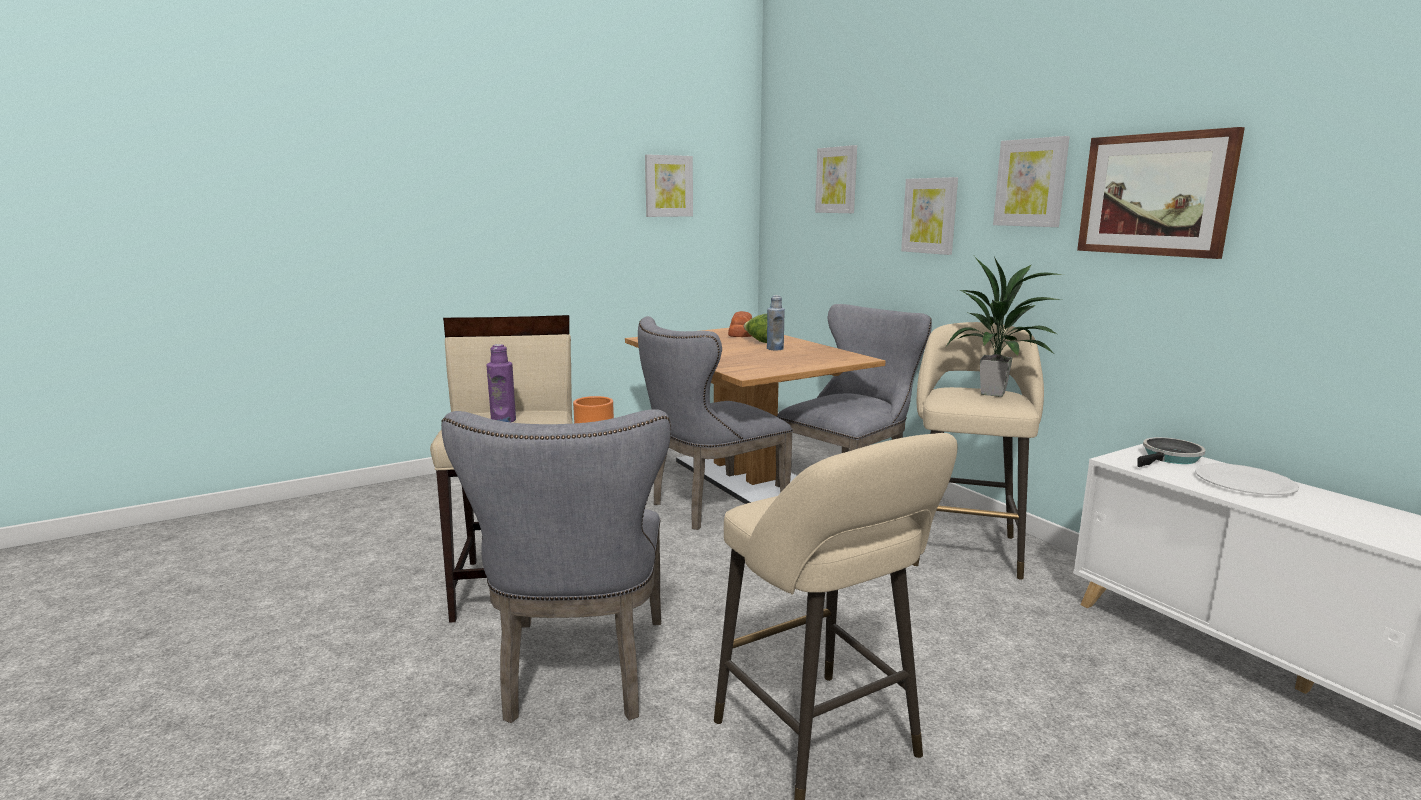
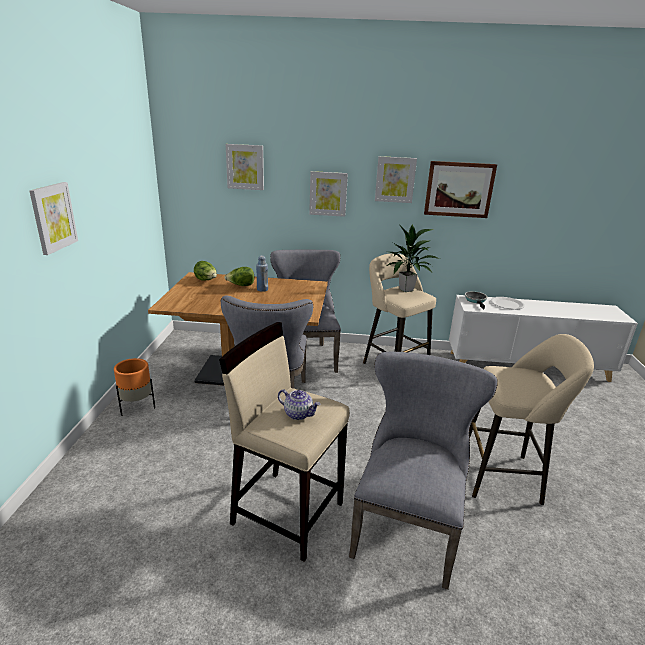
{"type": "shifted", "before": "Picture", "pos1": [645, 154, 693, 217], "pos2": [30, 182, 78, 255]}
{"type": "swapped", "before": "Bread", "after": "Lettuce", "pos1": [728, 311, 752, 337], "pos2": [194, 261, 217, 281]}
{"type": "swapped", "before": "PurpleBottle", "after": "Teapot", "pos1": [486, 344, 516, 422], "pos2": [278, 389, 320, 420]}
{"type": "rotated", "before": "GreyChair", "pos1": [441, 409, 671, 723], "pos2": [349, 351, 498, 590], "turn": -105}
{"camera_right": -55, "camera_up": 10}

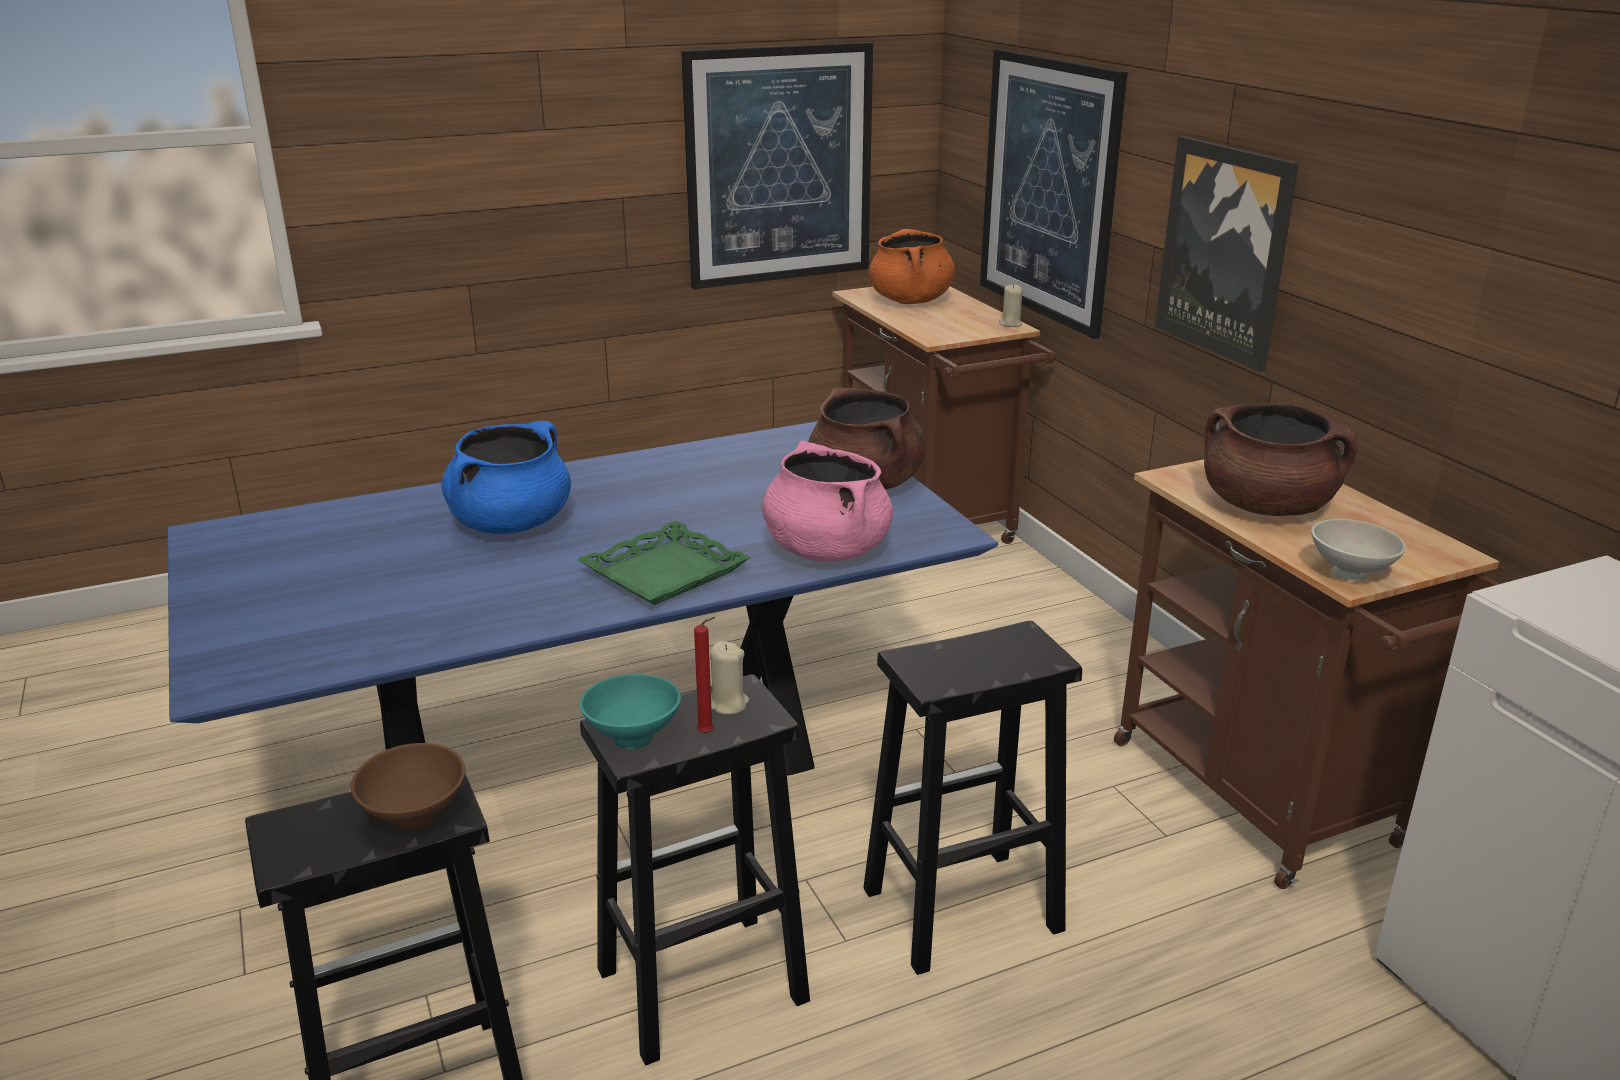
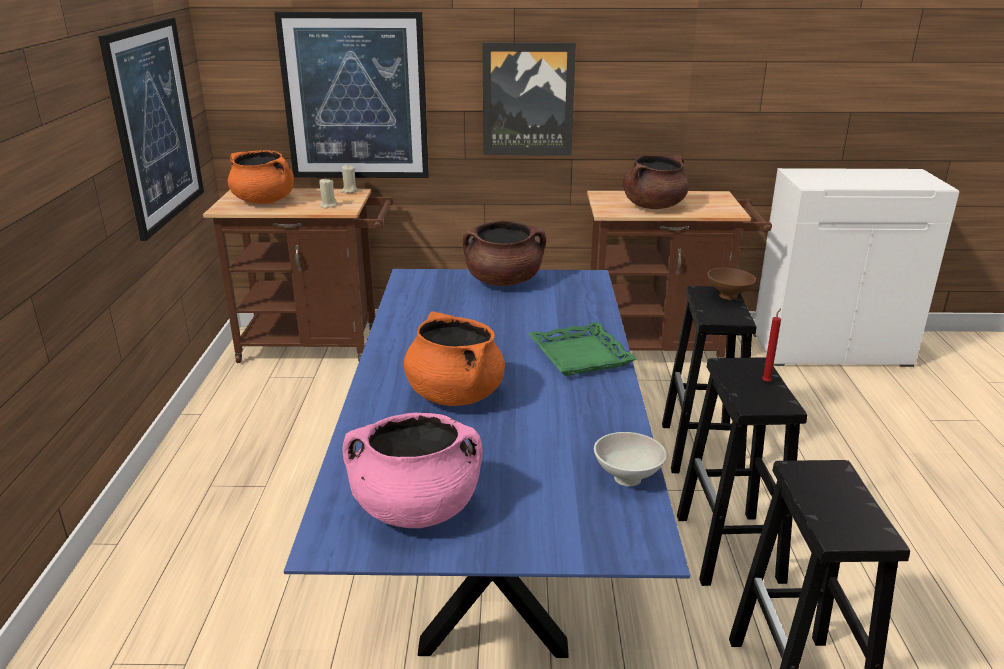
{"type": "repainted", "before": "BlueCookingPot", "after": "OrangeCookingPot", "pos1": [441, 421, 571, 534], "pos2": [404, 311, 505, 406]}
{"type": "shifted", "before": "PinkCookingPot", "pos1": [762, 441, 893, 561], "pos2": [343, 413, 482, 528]}
{"type": "shifted", "before": "WhiteBowl", "pos1": [1311, 519, 1406, 582], "pos2": [594, 432, 667, 486]}
{"type": "shifted", "before": "BeigeCandle", "pos1": [710, 641, 749, 715], "pos2": [319, 179, 337, 208]}
{"type": "gone", "before": "TurquoiseBowl", "pos1": [579, 674, 681, 749]}
{"type": "shifted", "before": "BrownBowl", "pos1": [351, 743, 465, 830], "pos2": [707, 268, 756, 300]}
{"camera_right": -65, "camera_up": 0}

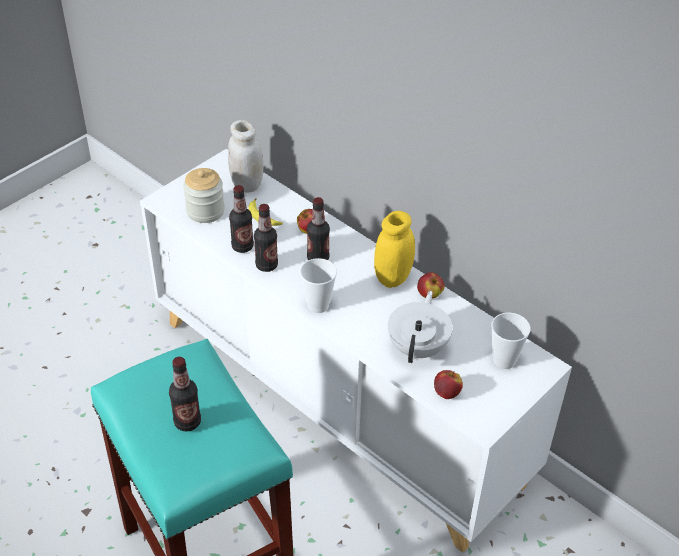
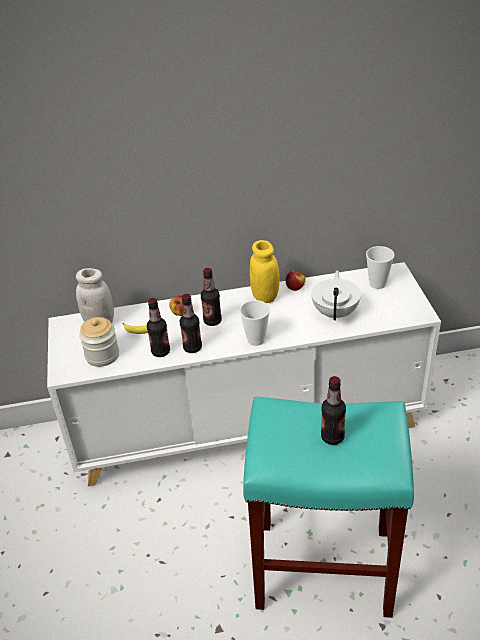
{"type": "rotated", "before": "WhiteTeapot", "pos1": [388, 291, 453, 363], "pos2": [311, 270, 361, 321], "turn": 45}
{"type": "gone", "before": "Apple", "pos1": [434, 370, 463, 399]}
{"camera_right": -50, "camera_up": -5}

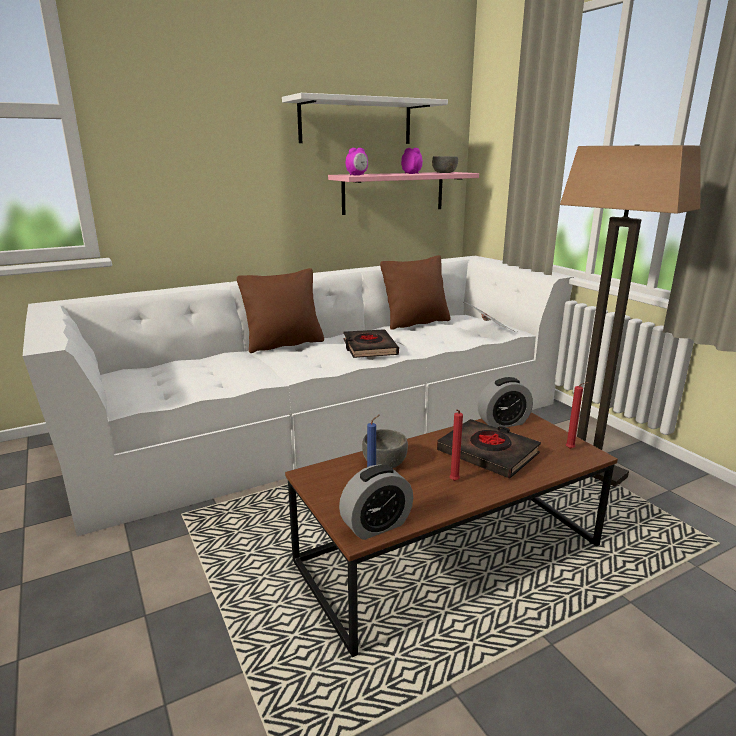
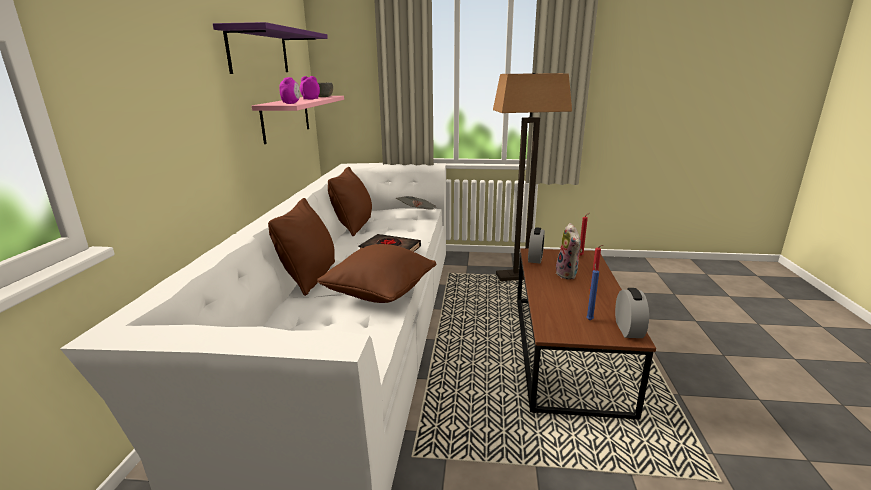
{"type": "repainted", "before": "WhiteShelf", "after": "PurpleShelf", "pos1": [282, 93, 448, 144], "pos2": [213, 22, 328, 74]}
{"type": "swapped", "before": "BlackBook", "after": "PlushToy", "pos1": [437, 419, 541, 479], "pos2": [556, 223, 582, 280]}
{"type": "gone", "before": "GreyBowl", "pos1": [362, 429, 408, 468]}
{"type": "new", "after": "BrownPillow", "pos2": [317, 244, 436, 303]}
{"camera_right": -55, "camera_up": 0}

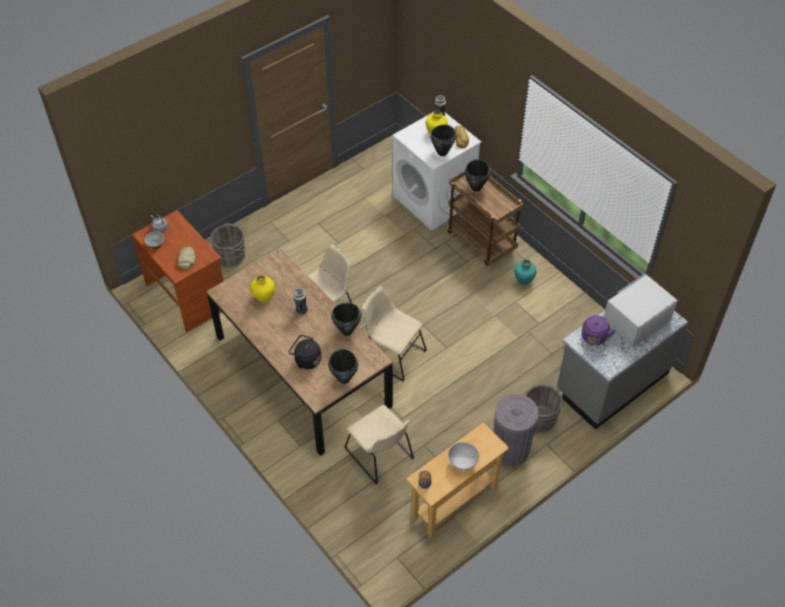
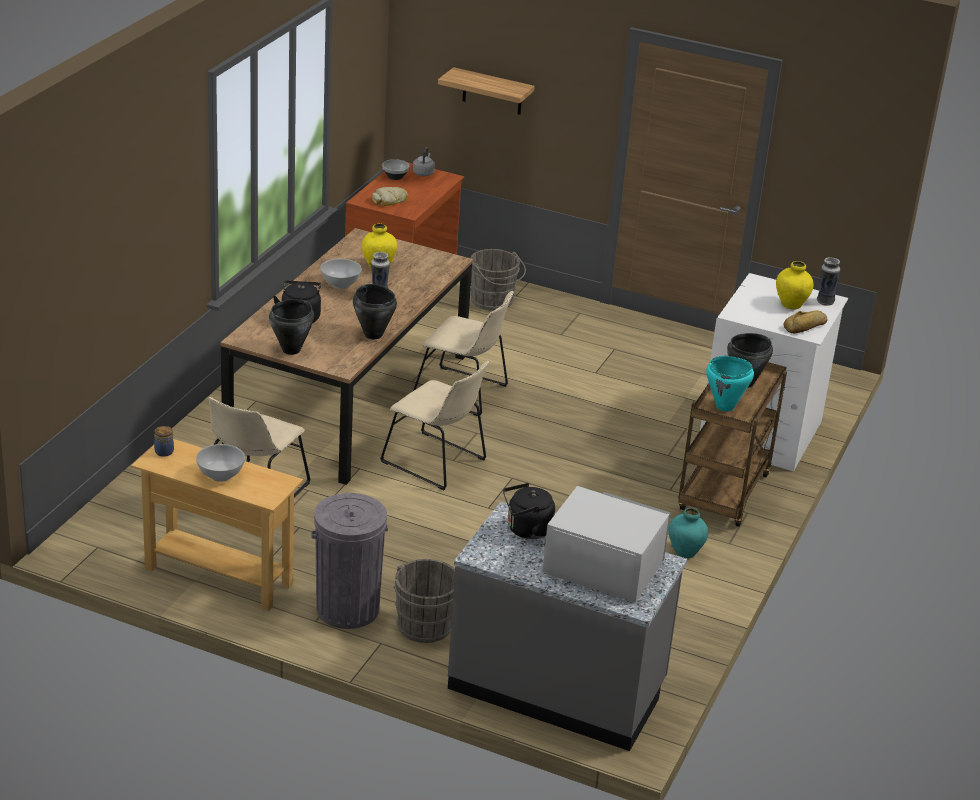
{"type": "gone", "before": "BlackCookingPot", "pos1": [430, 125, 456, 156]}
{"type": "rotated", "before": "BeigeChair", "pos1": [362, 286, 427, 381], "pos2": [380, 361, 489, 490], "turn": 120}
{"type": "repainted", "before": "PurpleKettle", "after": "BlackKettle", "pos1": [581, 315, 616, 345], "pos2": [503, 483, 555, 539]}
{"type": "new", "after": "Shelf", "pos2": [438, 67, 535, 115]}
{"type": "new", "after": "WhiteBowl", "pos2": [320, 259, 362, 289]}
{"type": "new", "after": "TurquoiseCookingPot", "pos2": [706, 356, 754, 412]}
{"camera_right": 60, "camera_up": -20}

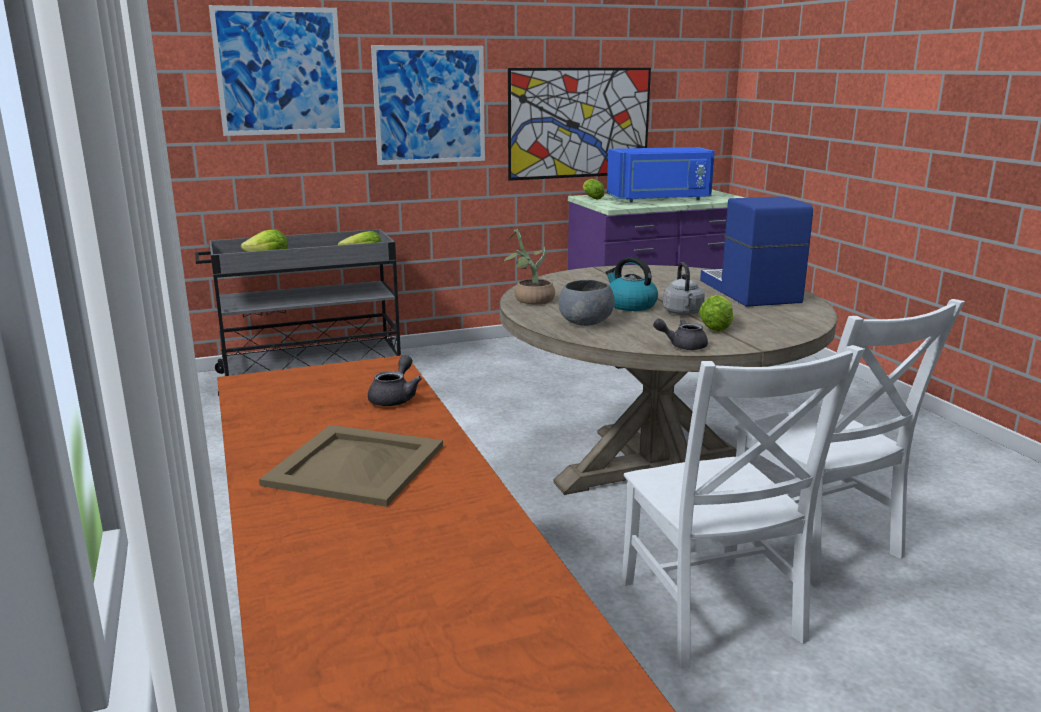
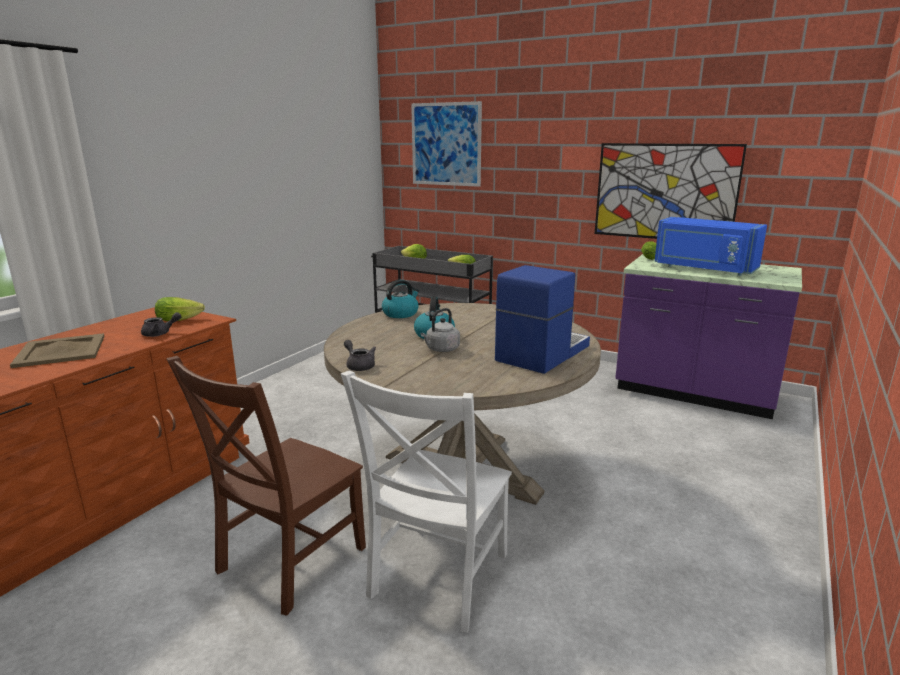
{"type": "gone", "before": "Picture", "pos1": [371, 45, 485, 165]}
{"type": "swapped", "before": "PottedPlant", "after": "Kettle", "pos1": [503, 229, 555, 305], "pos2": [382, 280, 419, 318]}
{"type": "gone", "before": "GreyBowl", "pos1": [559, 280, 614, 326]}
{"type": "shifted", "before": "Lettuce", "pos1": [698, 295, 734, 331], "pos2": [155, 297, 205, 321]}
{"type": "repainted", "before": "WhiteChair", "after": "BrownChair", "pos1": [622, 345, 865, 668], "pos2": [166, 356, 366, 616]}
{"camera_right": 50, "camera_up": 0}

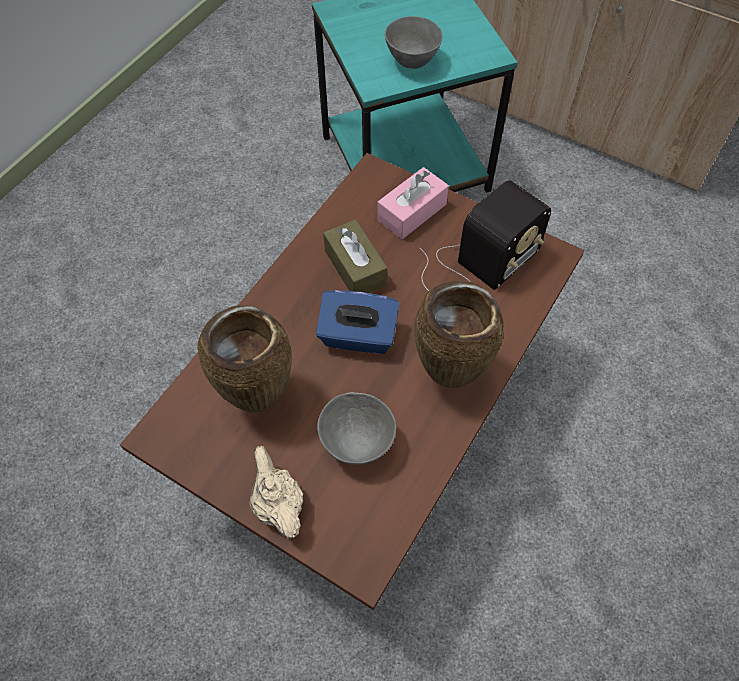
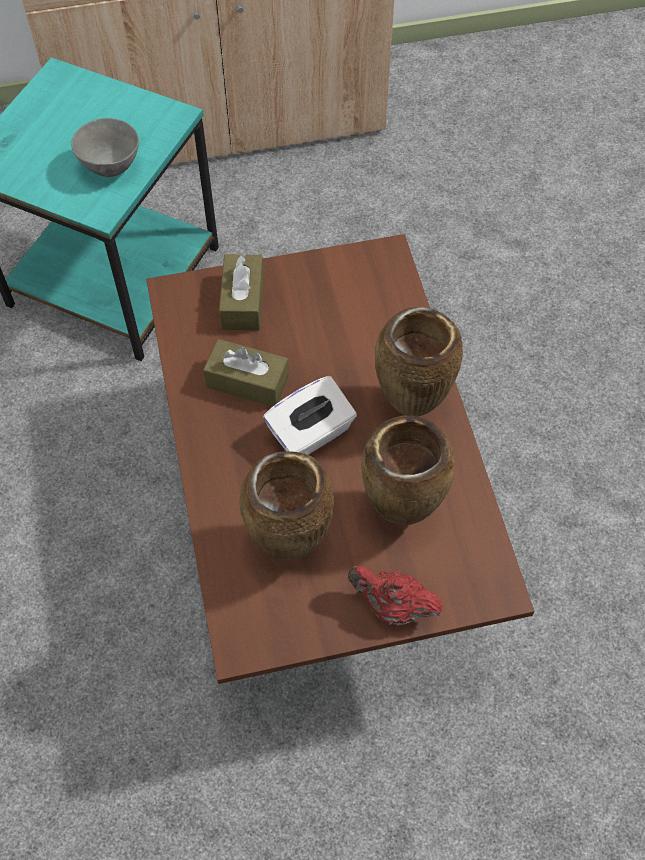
{"type": "repainted", "before": "PinkTissueBox", "after": "BrownTissueBox", "pos1": [377, 167, 449, 239], "pos2": [219, 254, 264, 330]}
{"type": "gone", "before": "Radio", "pos1": [420, 180, 551, 291]}
{"type": "repainted", "before": "BlueTissueBox", "after": "WhiteTissueBox", "pos1": [316, 290, 399, 354], "pos2": [263, 376, 357, 455]}
{"type": "swapped", "before": "GreyBowl", "after": "BrownVase", "pos1": [317, 392, 396, 465], "pos2": [362, 416, 455, 525]}
{"type": "repainted", "before": "BeigeTeapot", "after": "RedTeapot", "pos1": [250, 446, 303, 539], "pos2": [348, 565, 443, 625]}
{"camera_right": -45, "camera_up": 0}

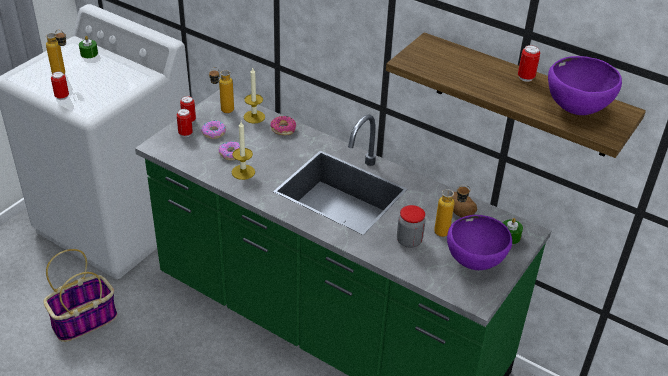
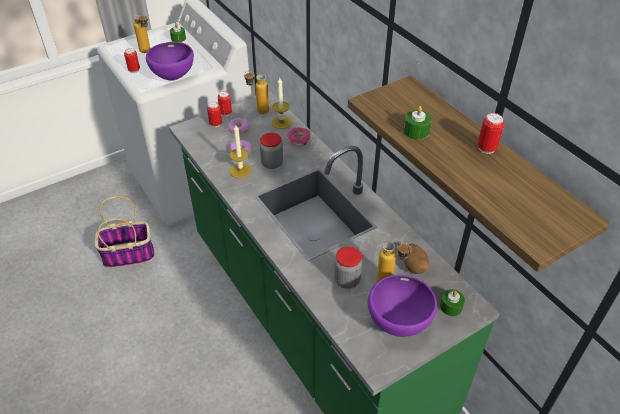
{"type": "shifted", "before": "PurpleBowl", "pos1": [548, 56, 622, 115], "pos2": [146, 42, 194, 81]}
{"type": "new", "after": "GreenCandle", "pos2": [403, 106, 431, 140]}
{"type": "new", "after": "Jar", "pos2": [260, 133, 283, 169]}
{"camera_right": 25, "camera_up": 5}

